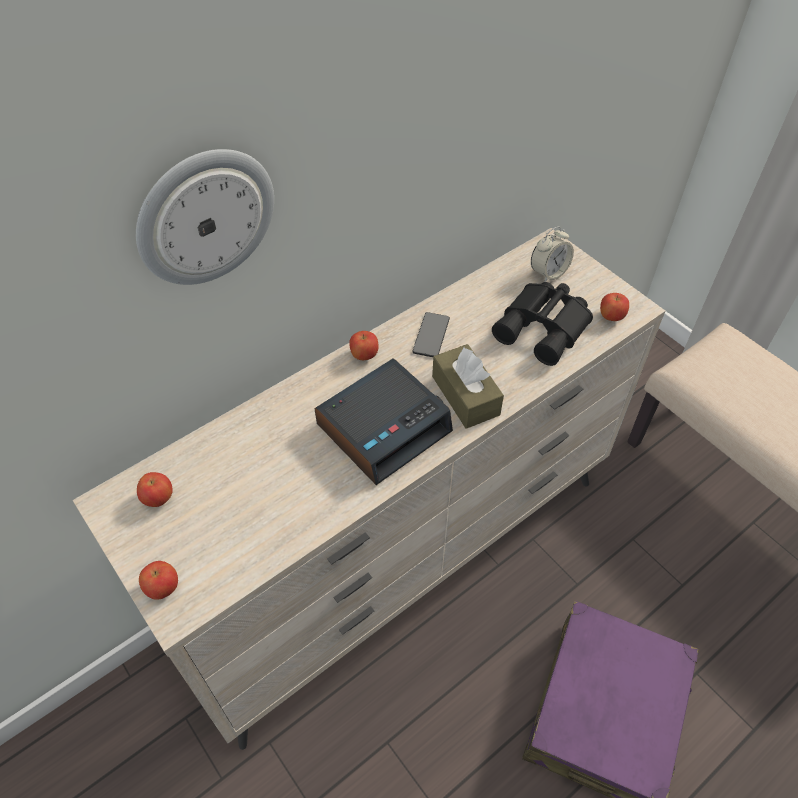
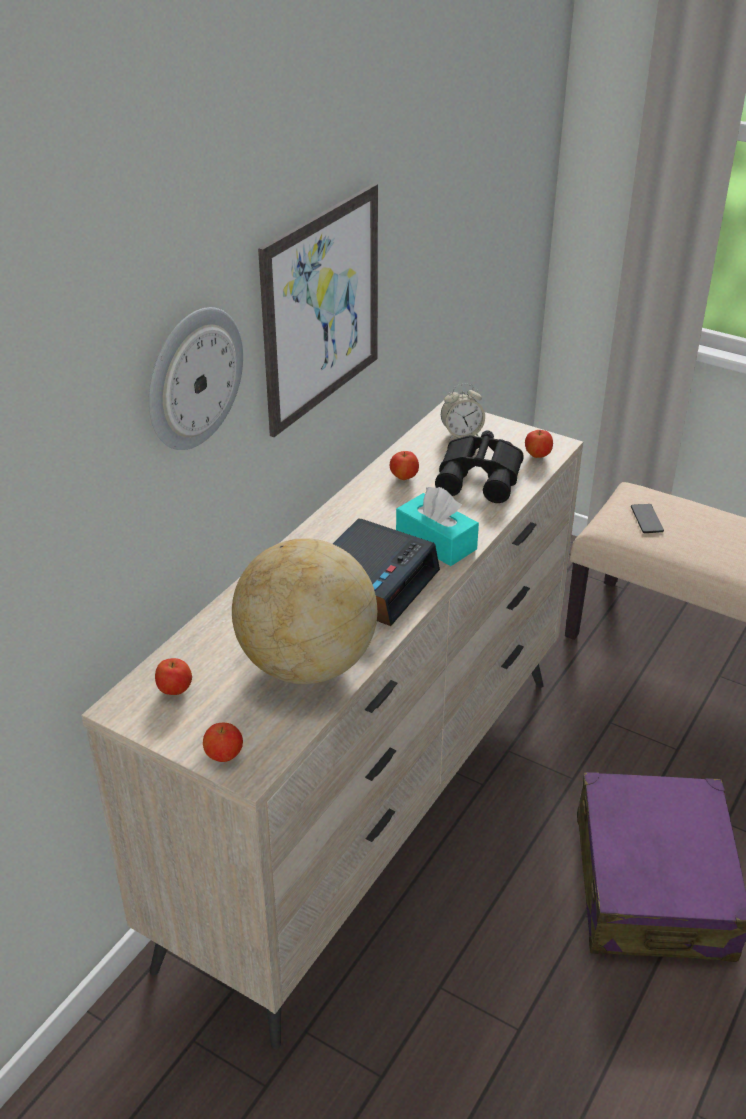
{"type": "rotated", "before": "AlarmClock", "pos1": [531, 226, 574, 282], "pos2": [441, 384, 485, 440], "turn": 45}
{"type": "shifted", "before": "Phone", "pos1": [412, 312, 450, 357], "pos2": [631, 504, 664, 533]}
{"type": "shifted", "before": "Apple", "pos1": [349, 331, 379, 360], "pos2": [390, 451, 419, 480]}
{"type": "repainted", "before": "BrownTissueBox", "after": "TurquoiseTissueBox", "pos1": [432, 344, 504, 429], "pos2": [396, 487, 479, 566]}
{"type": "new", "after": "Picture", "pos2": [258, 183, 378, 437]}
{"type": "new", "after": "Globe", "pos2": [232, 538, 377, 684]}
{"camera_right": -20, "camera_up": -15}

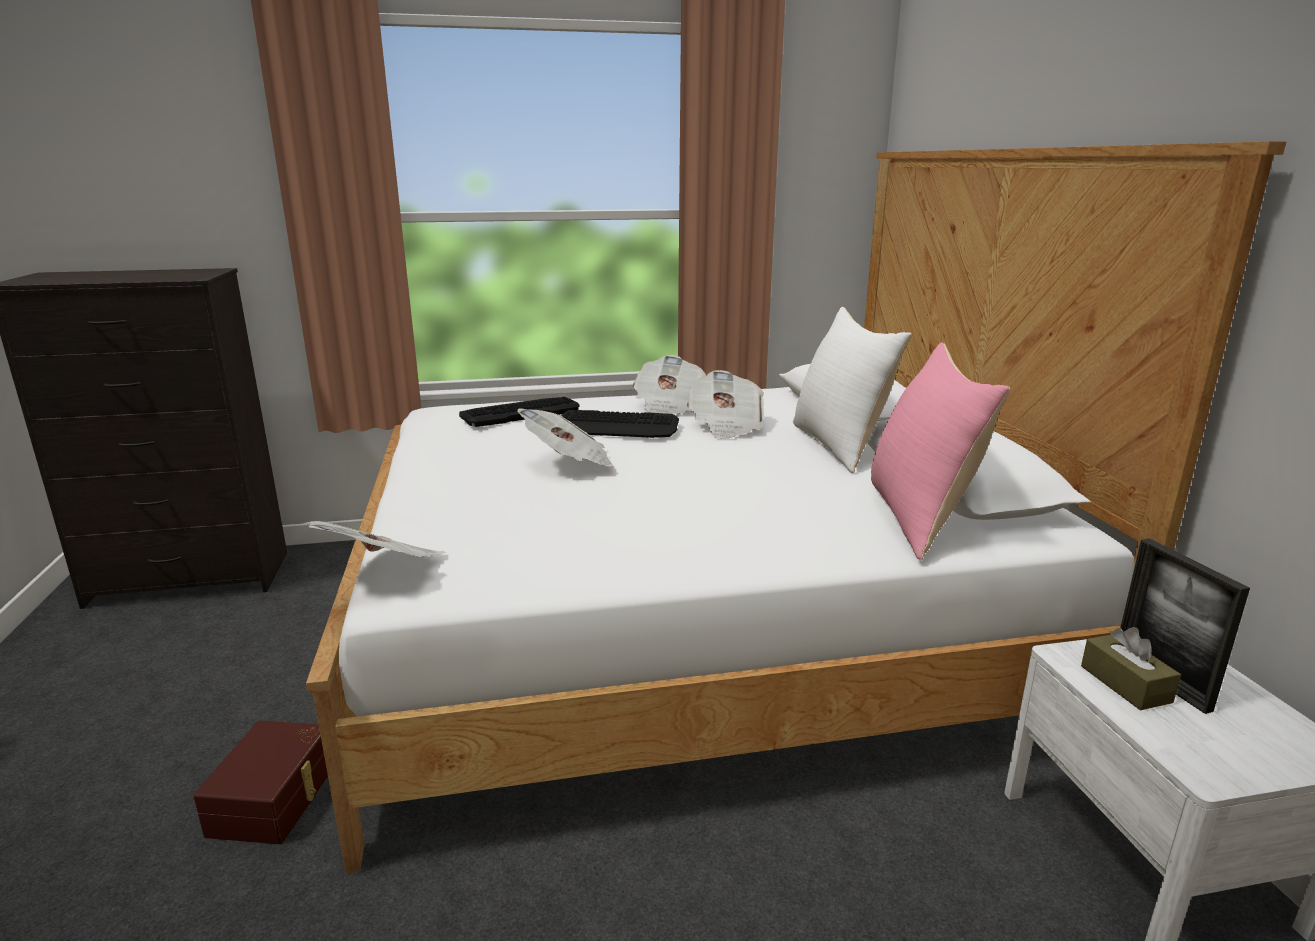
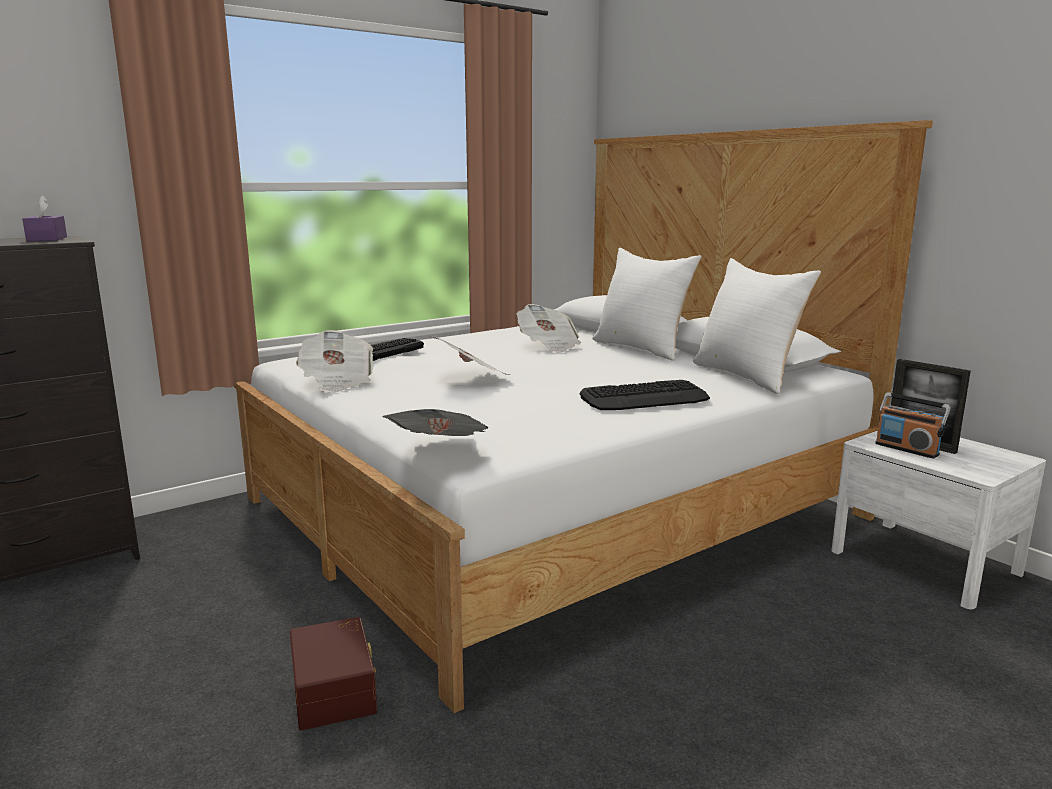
{"type": "repainted", "before": "PinkPillow", "after": "WhitePillow", "pos1": [871, 343, 1010, 560], "pos2": [693, 258, 821, 394]}
{"type": "shifted", "before": "Newspaper", "pos1": [633, 355, 706, 414], "pos2": [296, 330, 373, 393]}
{"type": "shifted", "before": "Keyboard", "pos1": [561, 410, 679, 438], "pos2": [580, 380, 710, 410]}
{"type": "swapped", "before": "BrownTissueBox", "after": "Radio", "pos1": [1081, 627, 1181, 710], "pos2": [875, 392, 951, 459]}
{"type": "new", "after": "PurpleTissueBox", "pos2": [22, 195, 67, 241]}
{"camera_right": -25, "camera_up": -5}

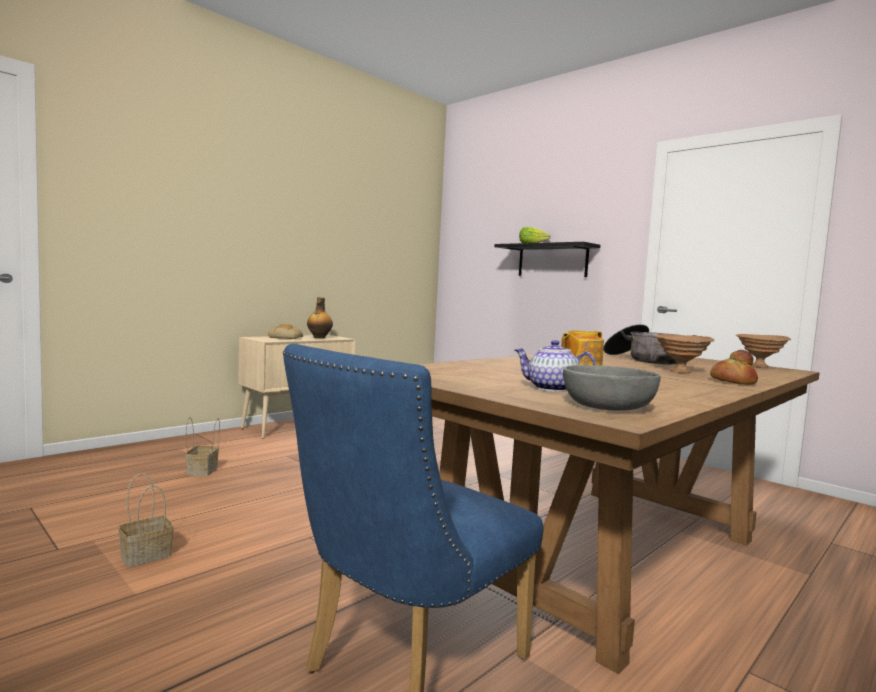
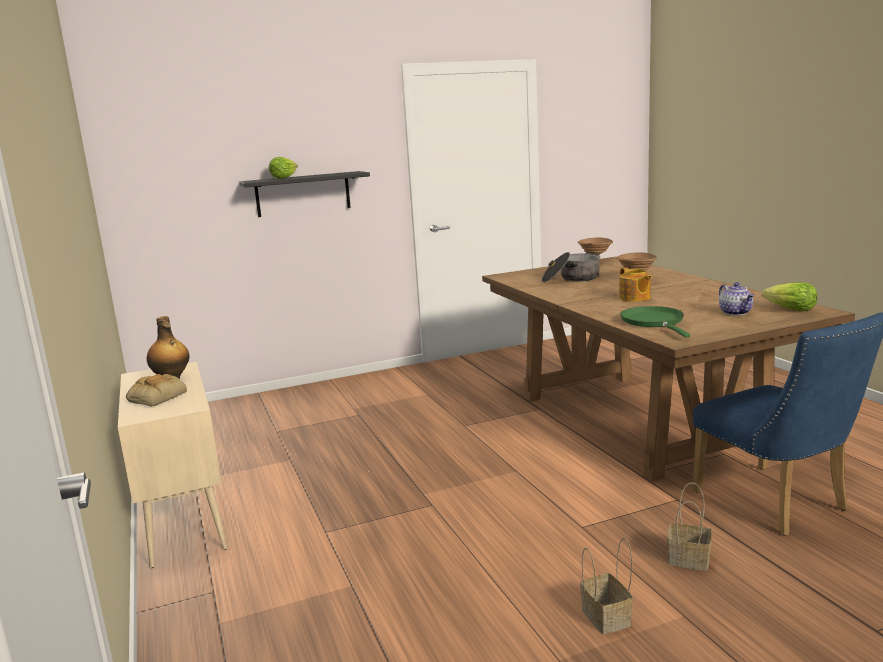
{"type": "rotated", "before": "Teapot", "pos1": [515, 340, 597, 392], "pos2": [719, 282, 755, 316], "turn": -60}
{"type": "gone", "before": "Bread", "pos1": [710, 350, 758, 385]}
{"type": "swapped", "before": "GreyBowl", "after": "Lettuce", "pos1": [563, 365, 661, 411], "pos2": [762, 282, 817, 311]}
{"type": "shifted", "before": "Basket", "pos1": [185, 417, 220, 476], "pos2": [667, 483, 712, 571]}
{"type": "new", "after": "GreenFryingPan", "pos2": [620, 306, 690, 337]}
{"camera_right": -65, "camera_up": 10}

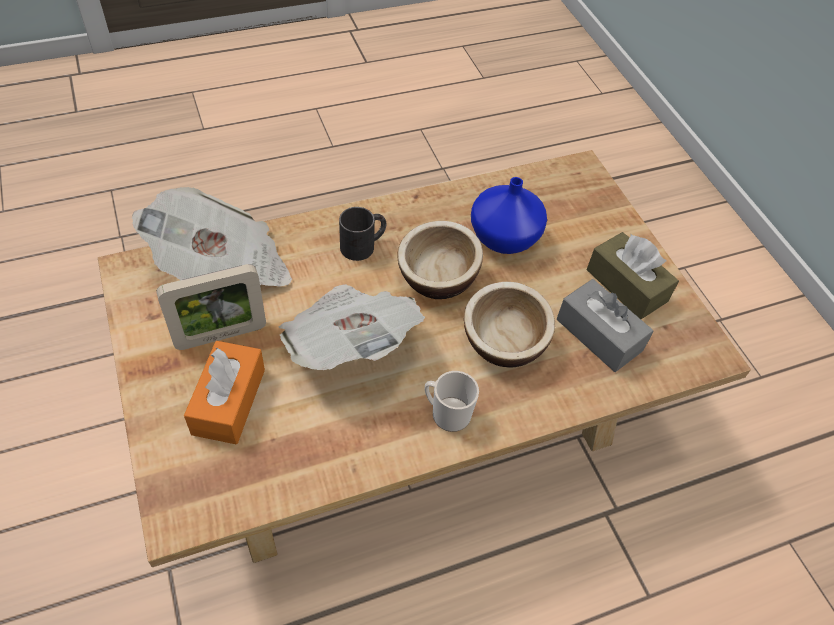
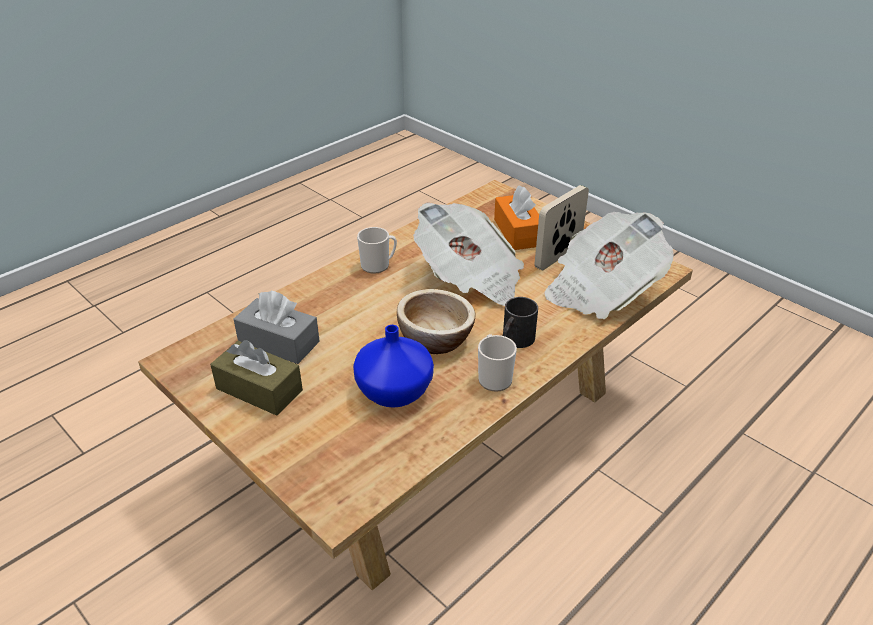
{"type": "gone", "before": "Bowl", "pos1": [464, 282, 555, 368]}
{"type": "new", "after": "Mug", "pos2": [478, 334, 517, 392]}
{"camera_right": 160, "camera_up": -15}

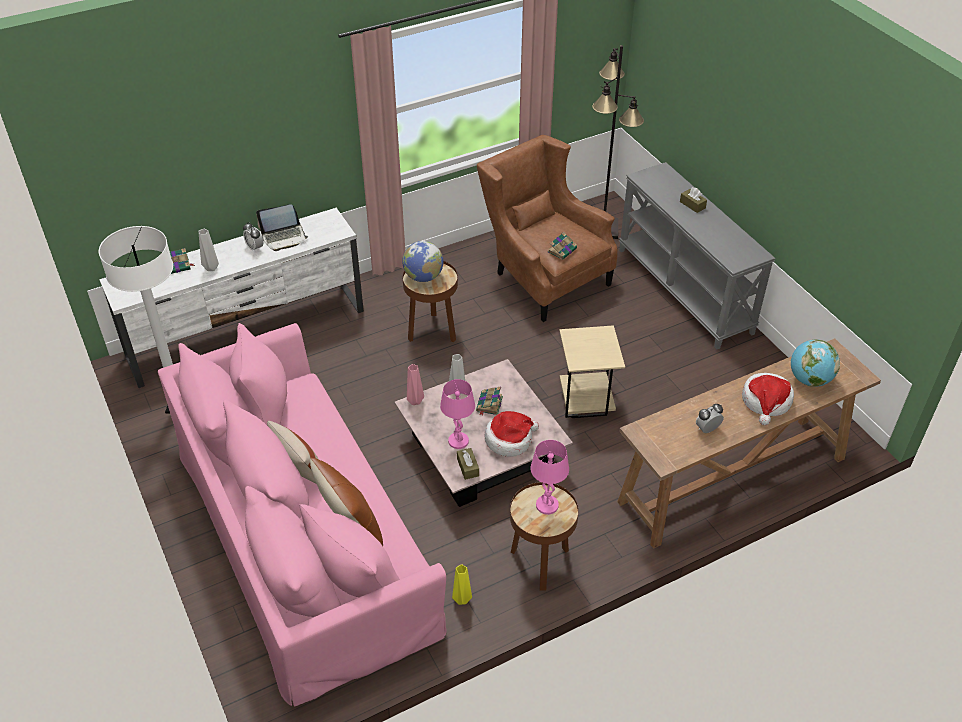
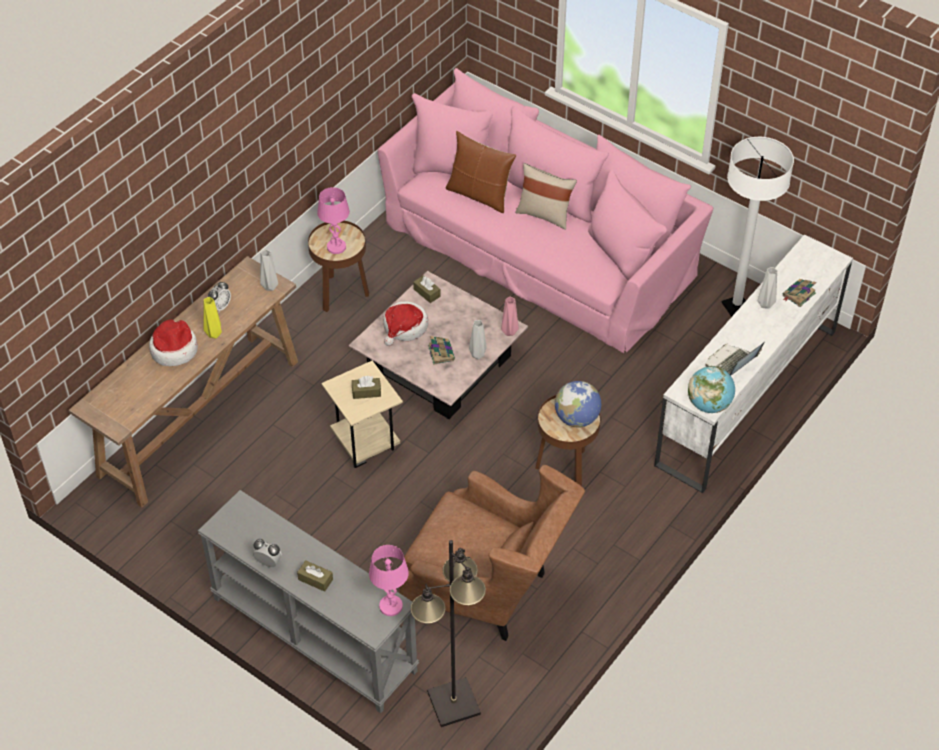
{"type": "shifted", "before": "AlarmClock", "pos1": [243, 222, 263, 253], "pos2": [253, 539, 282, 567]}
{"type": "gone", "before": "Book", "pos1": [548, 232, 577, 260]}
{"type": "shifted", "before": "Globe", "pos1": [791, 339, 840, 387], "pos2": [688, 366, 735, 413]}
{"type": "shifted", "before": "PinkTableLamp", "pos1": [440, 379, 475, 449], "pos2": [369, 545, 409, 616]}
{"type": "shifted", "before": "YellowVase", "pos1": [452, 564, 472, 605], "pos2": [204, 297, 222, 338]}
{"type": "new", "after": "GreyVase", "pos2": [260, 249, 278, 291]}
{"type": "new", "after": "BrownTissueBox", "pos2": [352, 376, 381, 399]}
{"camera_right": 155, "camera_up": 5}

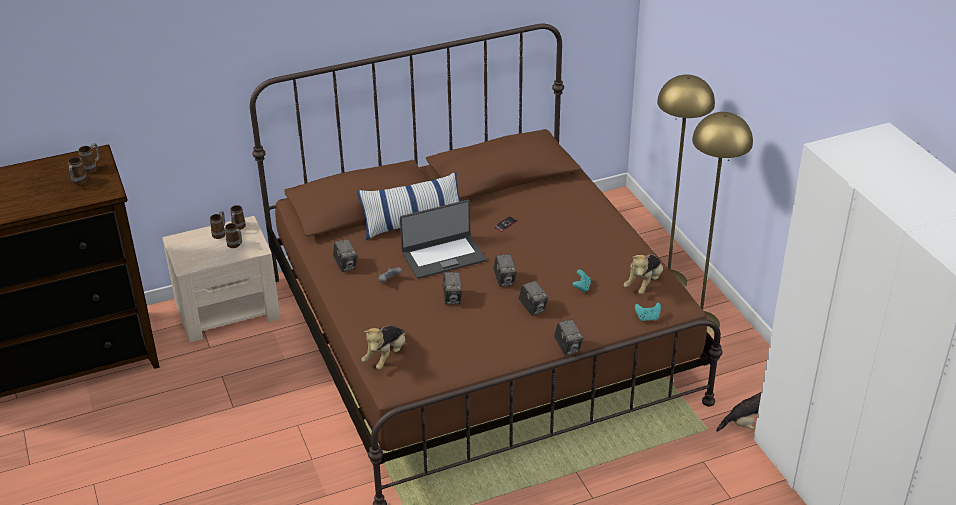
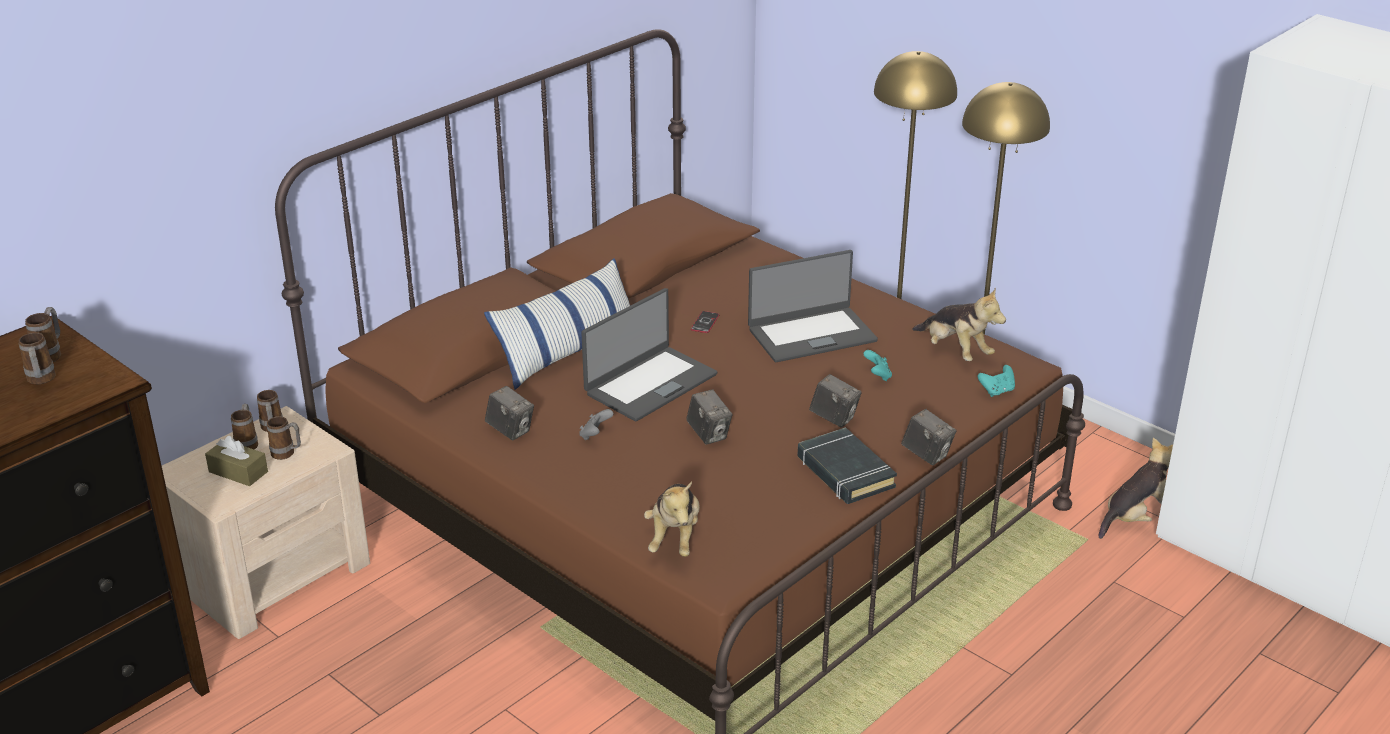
{"type": "gone", "before": "PhotoCamera", "pos1": [493, 254, 517, 287]}
{"type": "rotated", "before": "PlushToy", "pos1": [624, 254, 663, 294], "pos2": [912, 287, 1006, 361], "turn": -45}
{"type": "new", "after": "Laptop", "pos2": [748, 250, 878, 362]}
{"type": "new", "after": "BlackBook", "pos2": [797, 427, 897, 504]}
{"type": "new", "after": "BrownTissueBox", "pos2": [205, 436, 268, 486]}
{"camera_right": -25, "camera_up": -5}

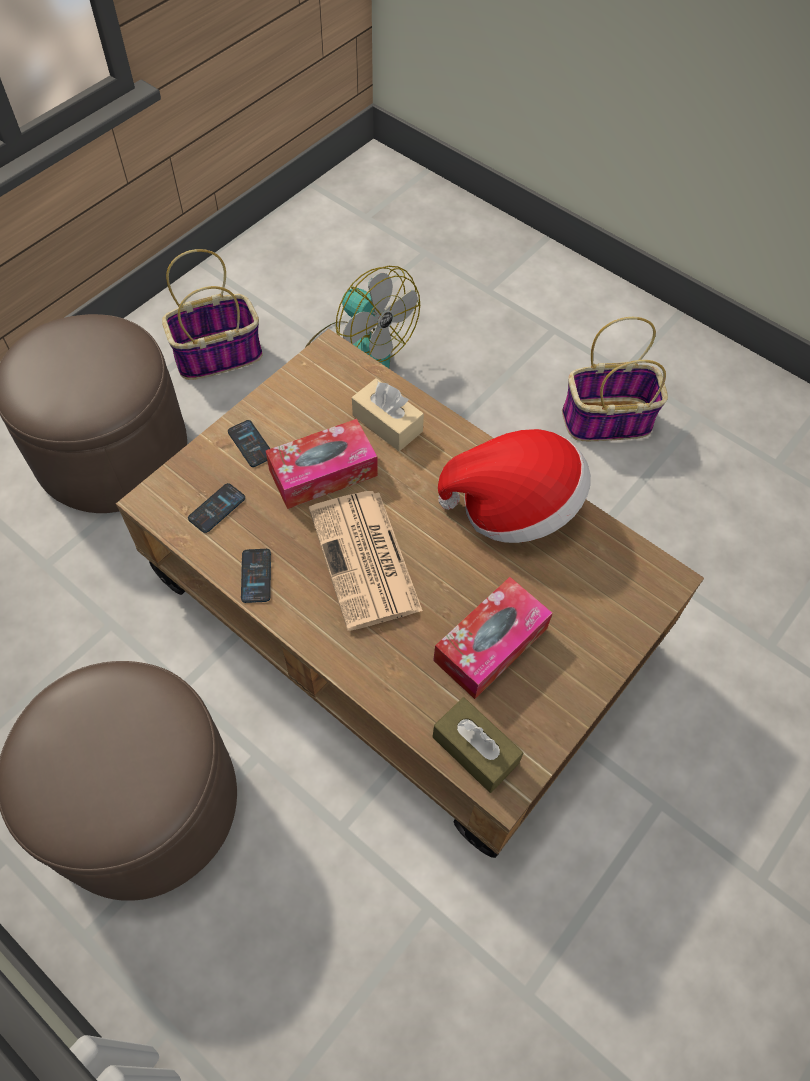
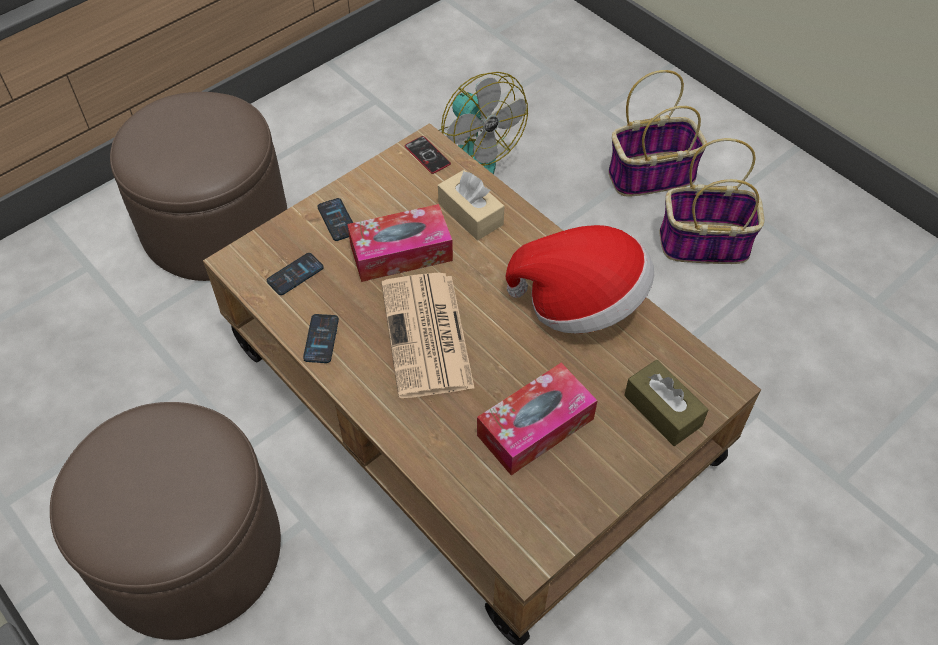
{"type": "shifted", "before": "Basket", "pos1": [162, 249, 263, 380], "pos2": [608, 70, 707, 196]}
{"type": "shifted", "before": "BrownTissueBox", "pos1": [433, 697, 523, 793], "pos2": [624, 360, 708, 446]}
{"type": "new", "after": "Phone", "pos2": [405, 136, 451, 174]}
{"camera_right": 10, "camera_up": -5}

